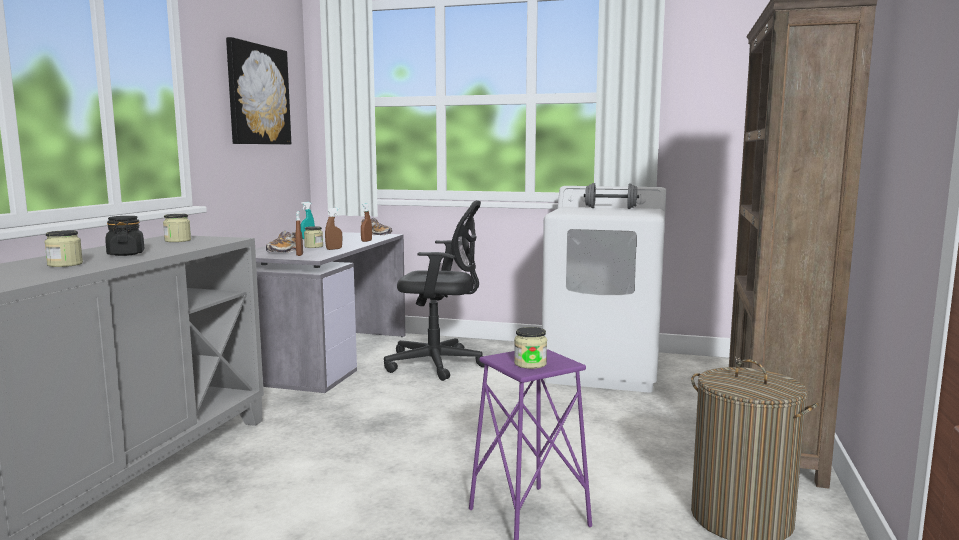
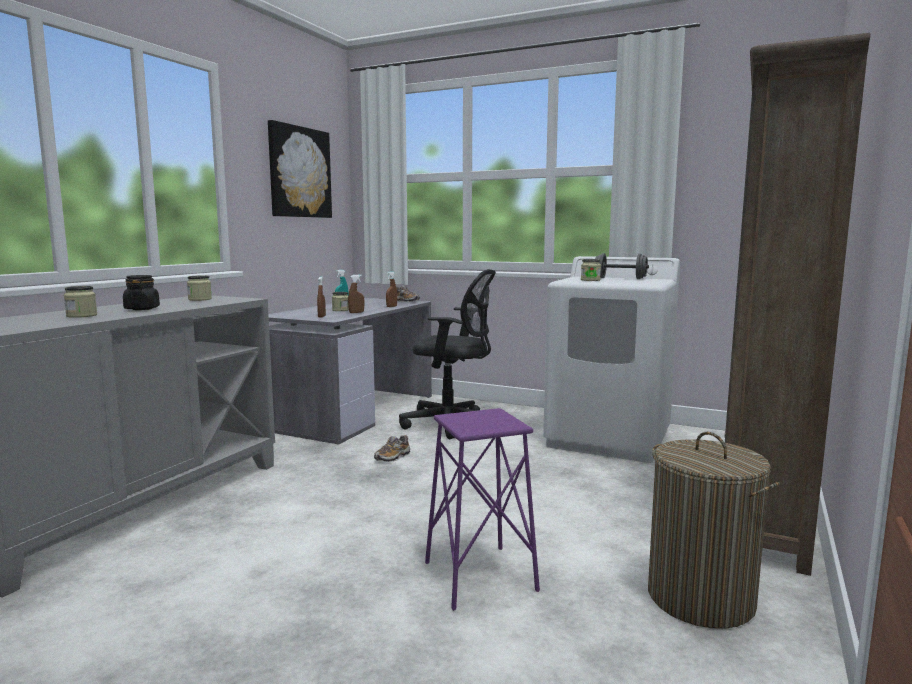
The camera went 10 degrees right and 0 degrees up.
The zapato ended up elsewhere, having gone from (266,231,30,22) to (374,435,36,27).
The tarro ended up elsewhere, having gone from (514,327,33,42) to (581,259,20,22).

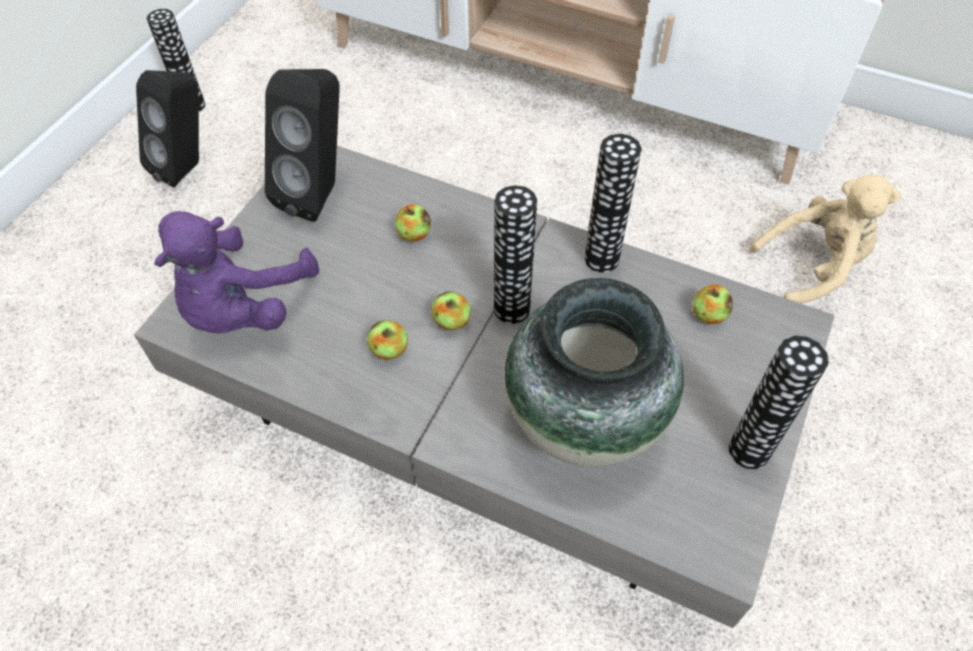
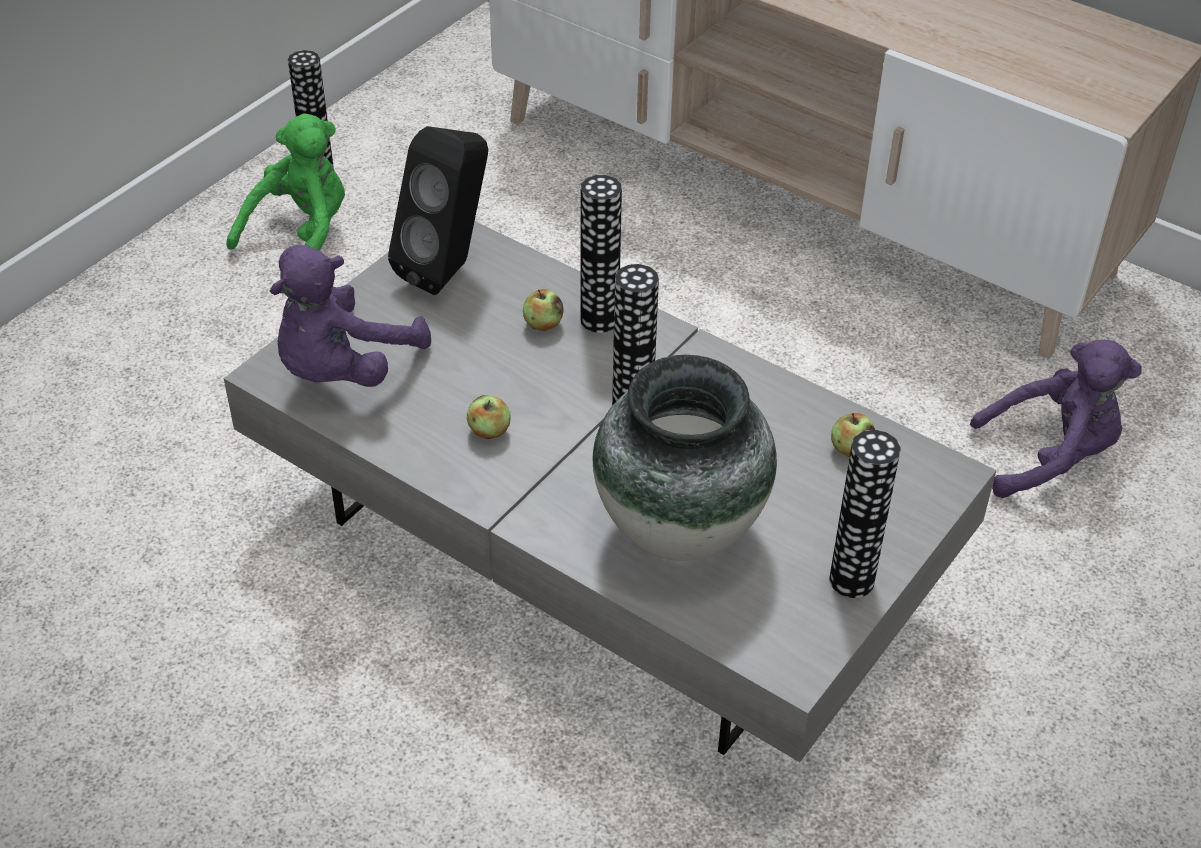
The camera went 10 degrees right and 10 degrees down.
Where the altavoz (negro) stood at (136,70,63,118), the peluche (verde) came to stand at (226,114,119,137).
The florero ended up elsewhere, having gone from (584,134,57,139) to (580,175,42,158).
What was the peluche (beis) at (749,175,151,129) turned into the peluche (morado) at (970,340,172,158).
The second view lost the manzana at (431,291,40,39).

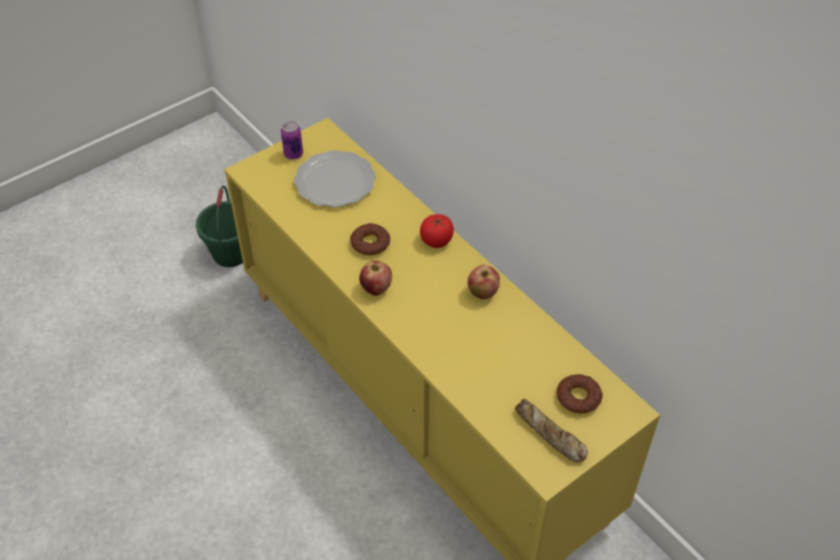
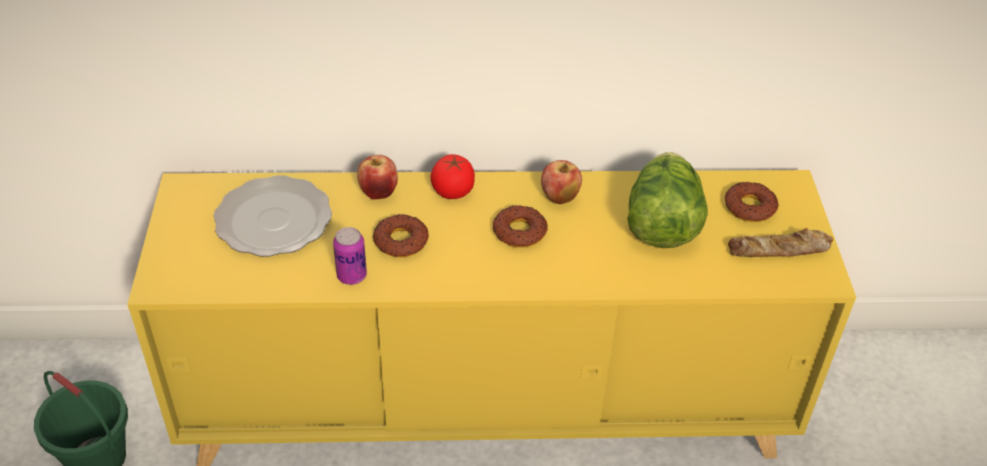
The camera went 55 degrees left and 5 degrees down.
The lata ended up elsewhere, having gone from (281,121,22,39) to (333,227,34,58).
The manzana ended up elsewhere, having gone from (359,261,33,35) to (357,155,41,45).
The second view gained the lechuga at (627,152,81,96).
The second view gained the rosquilla at (493,205,55,42).

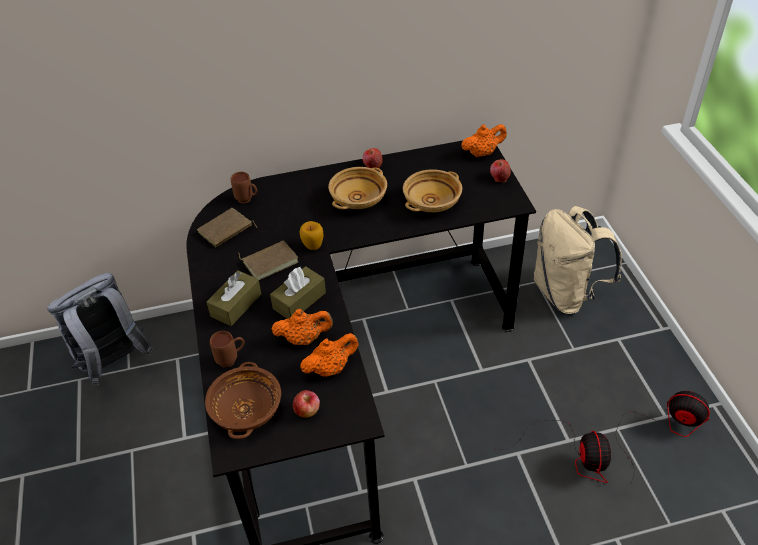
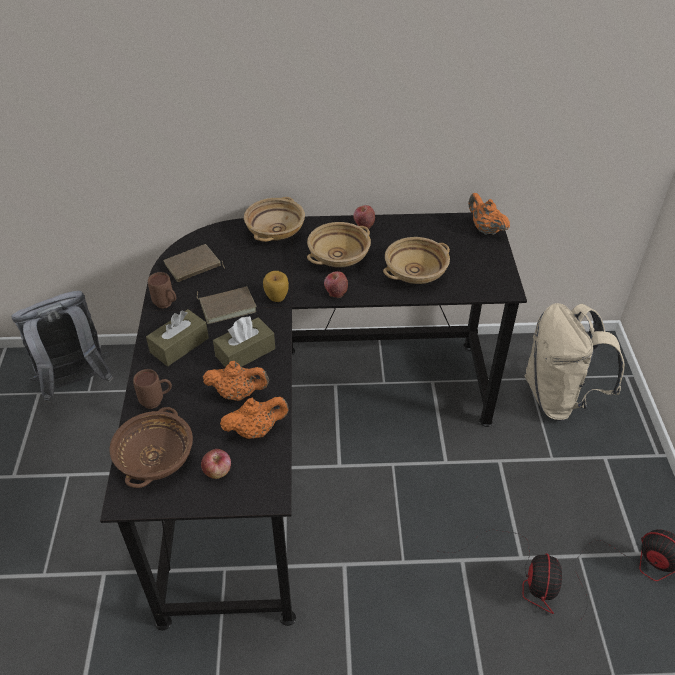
The camera went 10 degrees right and 0 degrees up.
The tetera (naranja) at (461,124,46,33) ended up facing another way, 120 degrees counterclockwise from before.
The manzana ended up elsewhere, having gone from (490,159,21,23) to (324,271,24,27).
The taza grande (marrón) ended up elsewhere, having gone from (231,172,26,32) to (148,272,28,37).
The second view gained the cuenco (beis) at (244,197,61,45).

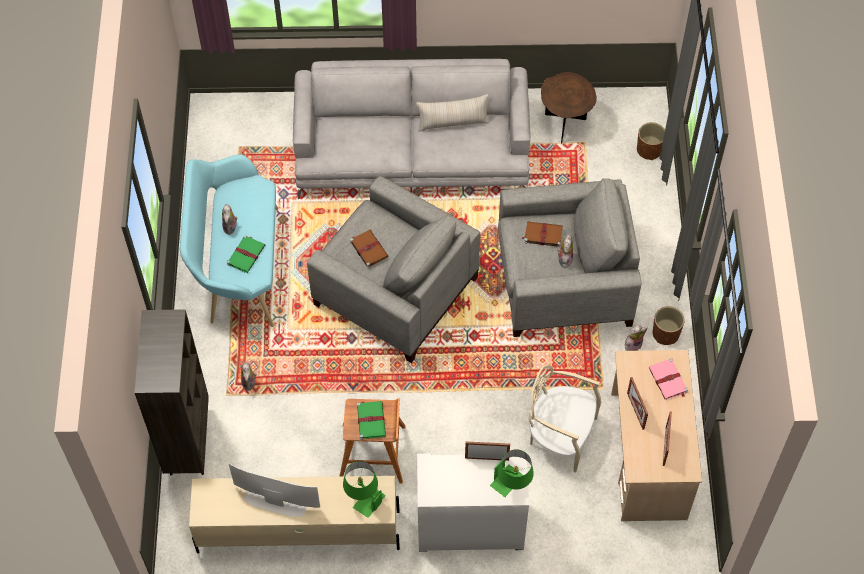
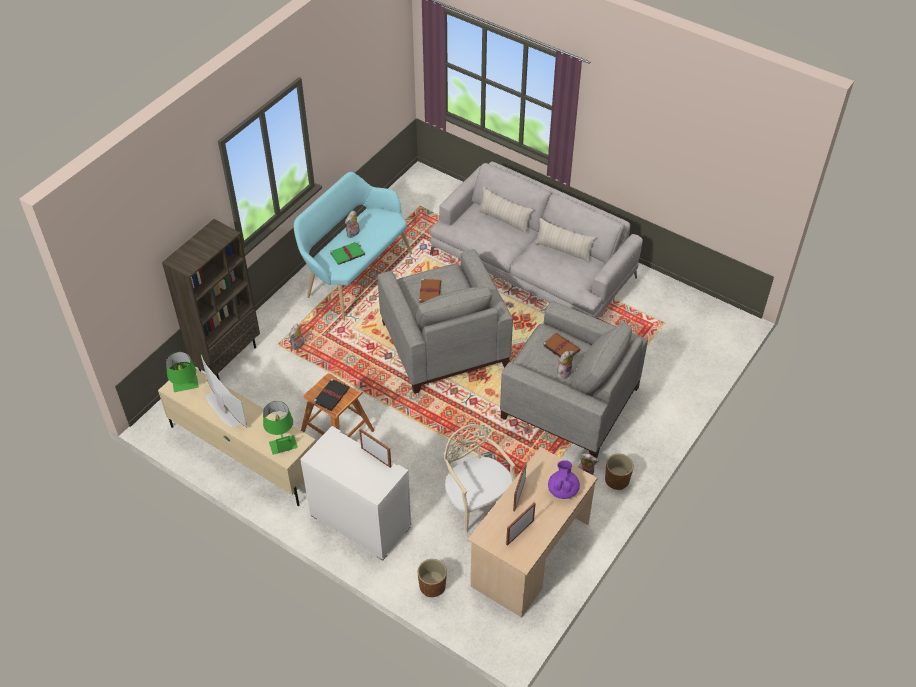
The camera went 35 degrees right and 10 degrees down.
The second view lost the mesa auxiliar (marrón) at (541,72,56,72).
The maceta (marrón) ended up elsewhere, having gone from (637,122,28,38) to (418,559,29,38).
Where the libro (rosa) stood at (649,358,39,42), the tetera (morado) came to stand at (548,460,32,39).
What was the libro (verde) at (357,401,29,39) turned into the libro (negro) at (314,379,36,32).
The lámpara de mesa (verde) ended up elsewhere, having gone from (490,449,44,48) to (166,352,33,40).
The second view gained the cojín (beis) at (477,187,56,47).

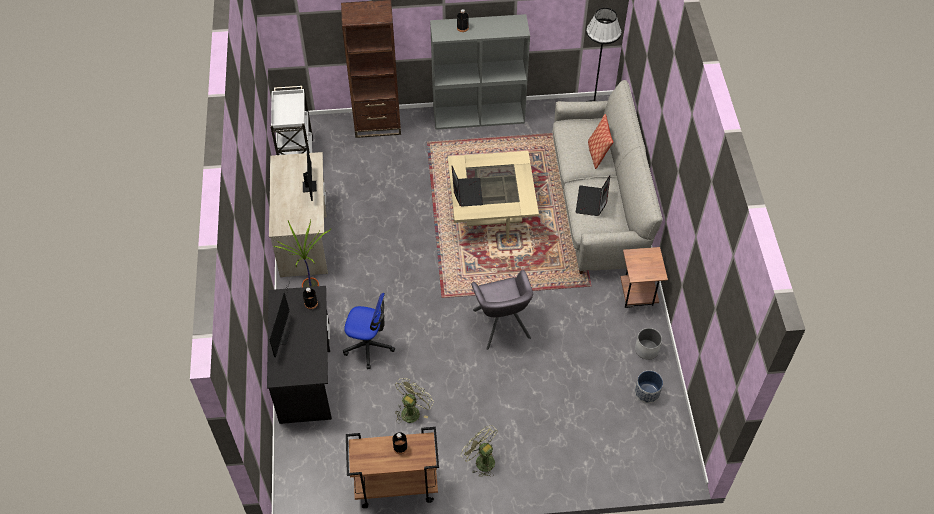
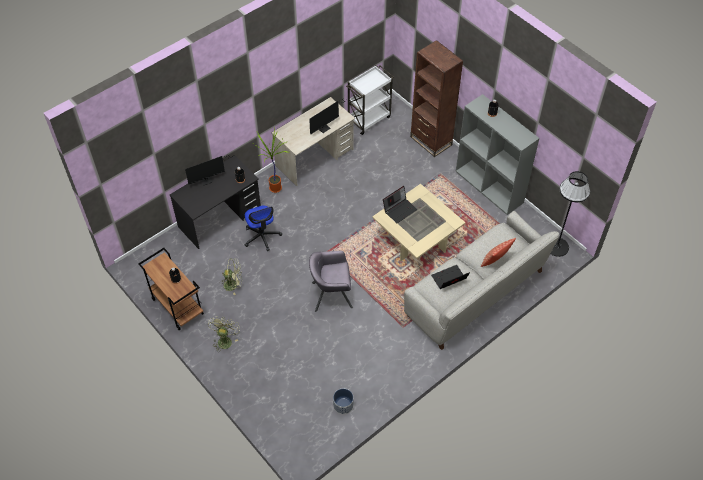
The camera went 55 degrees right and 0 degrees up.
The second view lost the mesa auxiliar (marrón) at (620,247,48,61).
The sillón (gris) at (471,270,62,80) ended up facing another way, 45 degrees clockwise from before.
The second view lost the maceta (blanco) at (635,328,27,32).

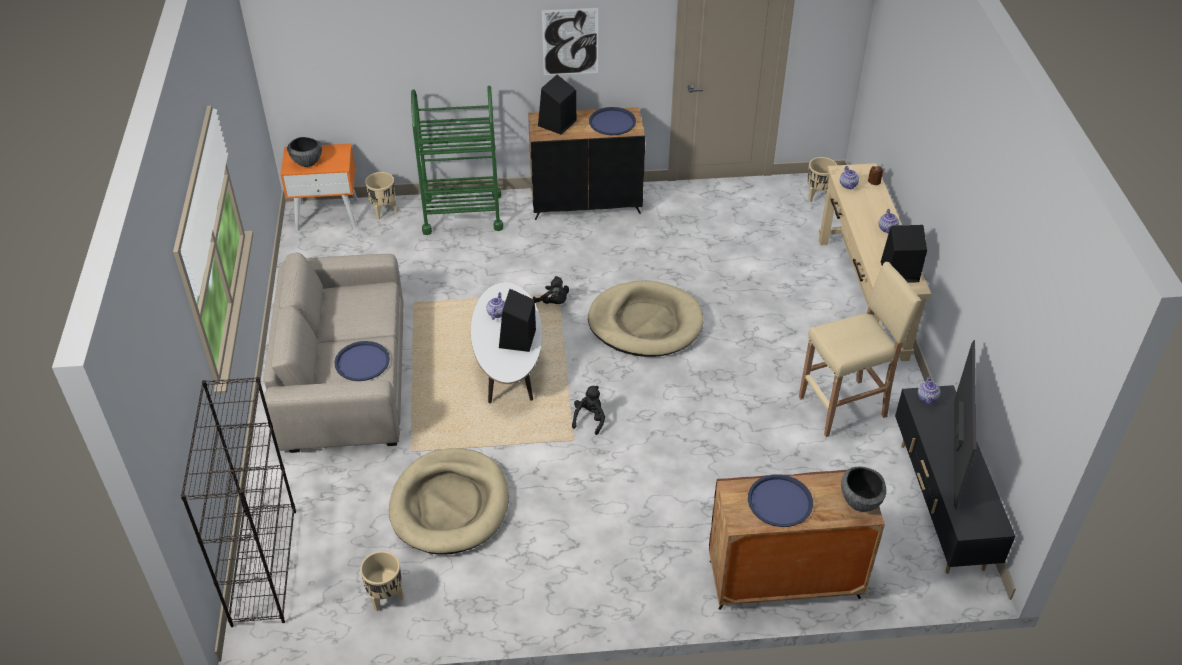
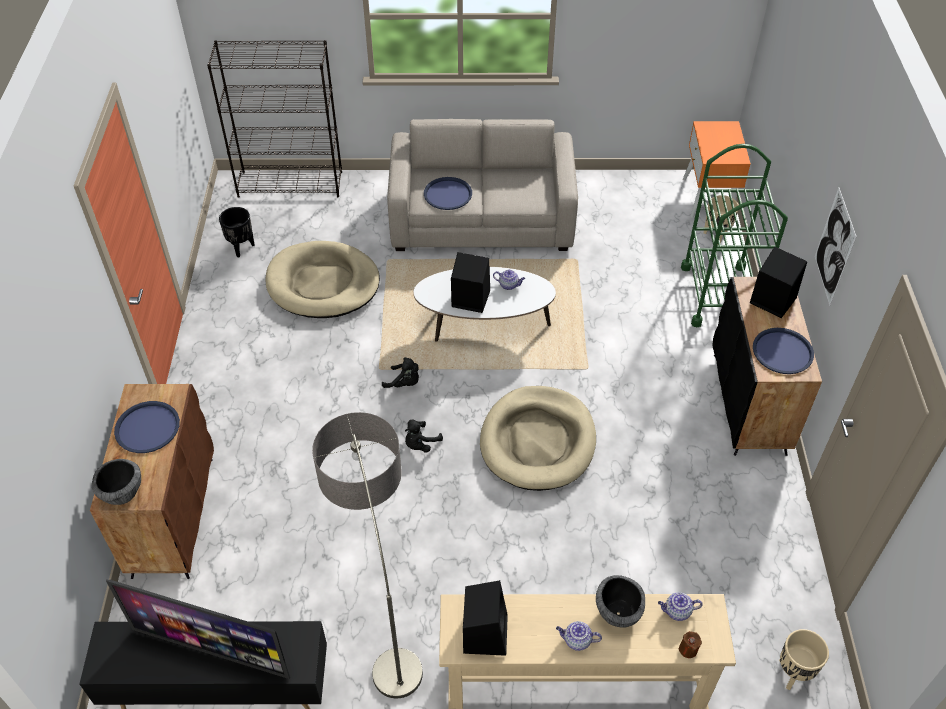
The camera went 95 degrees right and 5 degrees up.
The cuenco ended up elsewhere, having gone from (287,137,35,30) to (596,575,49,53).
Where the taburete (beis) stood at (798,262,124,175), the lámpara de pie came to stand at (312,412,111,286).
The peluche (negro) ended up elsewhere, having gone from (533,276,36,28) to (405,419,38,34).
The second view lost the tetera at (918,376,22,29).
What was the maceta (beis) at (360,551,43,60) turned into the maceta (negro) at (219,207,36,50).

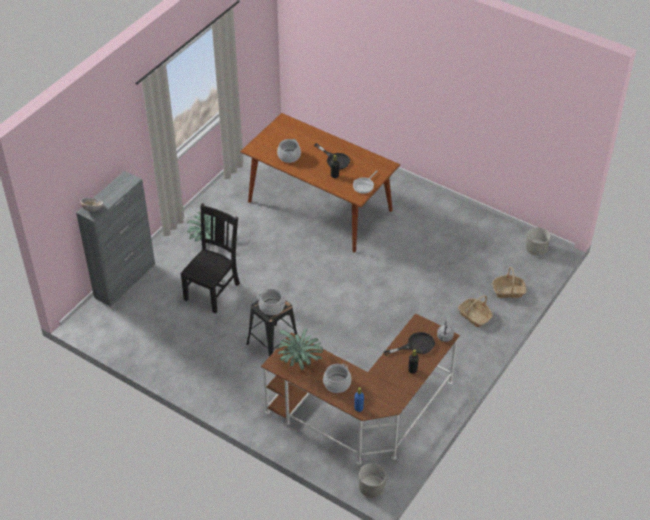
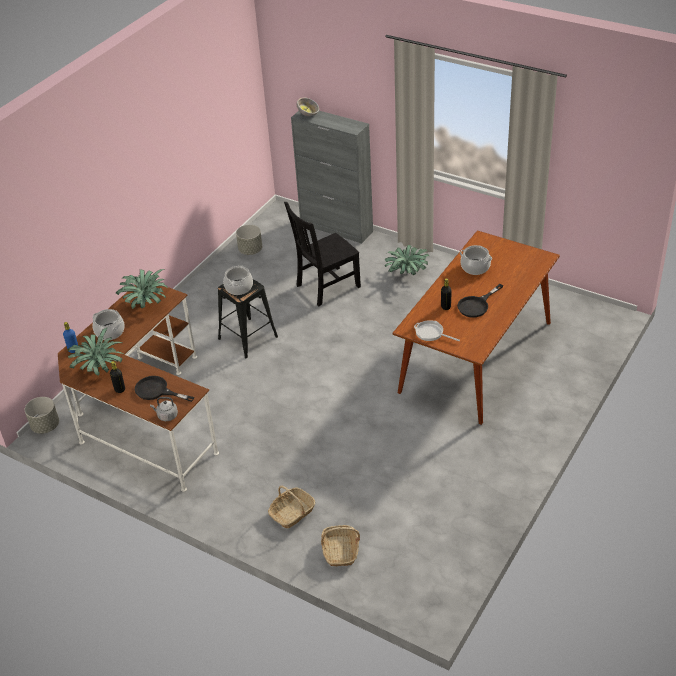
The camera went 90 degrees right and 5 degrees down.
The silla (negro) at (180,203,60,111) ended up facing another way, 120 degrees clockwise from before.
The maceta (gris) ended up elsewhere, having gone from (525,227,25,29) to (236,225,26,30).
The sartén (negro) at (384,332,51,23) ended up facing another way, 135 degrees clockwise from before.
The second view gained the planta en maceta at (68,328,57,48).

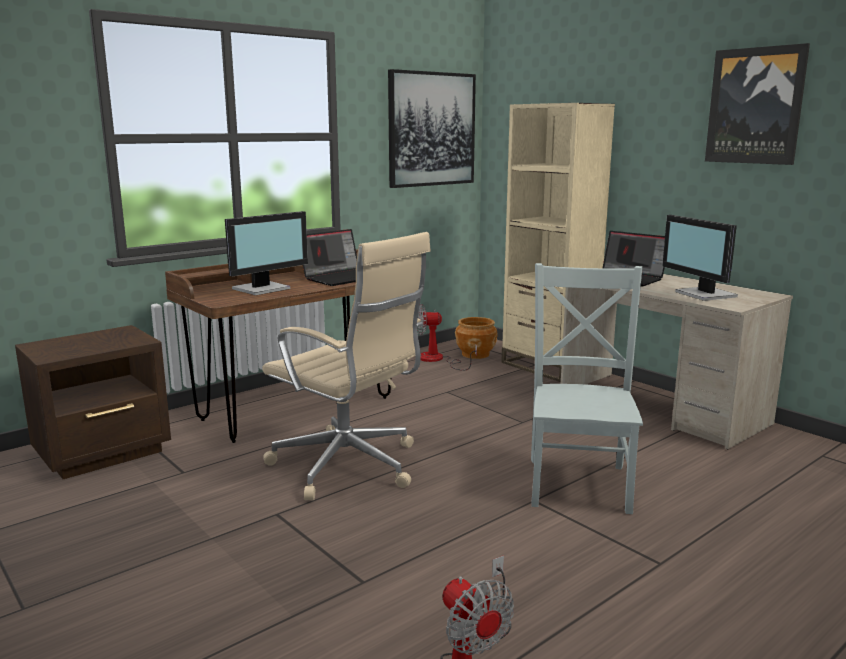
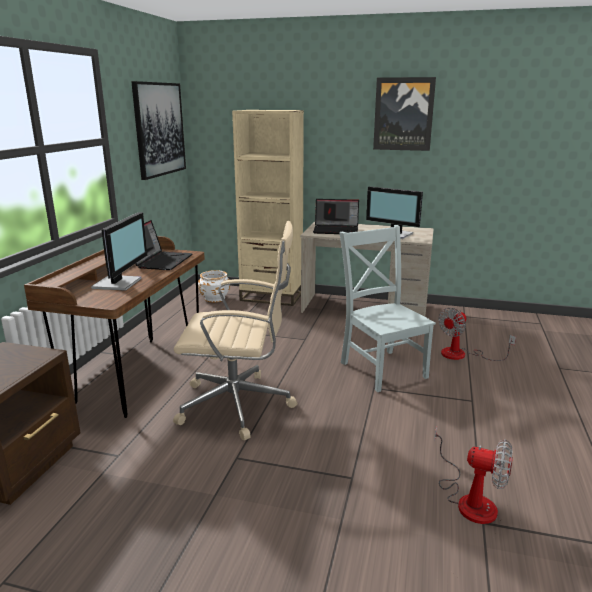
The camera went 35 degrees left and 5 degrees up.
The ventilador ended up elsewhere, having gone from (417,304,60,67) to (438,308,78,53).
What was the maceta (marrón) at (455,317,43,42) turned into the maceta (blanco) at (198,270,32,32).

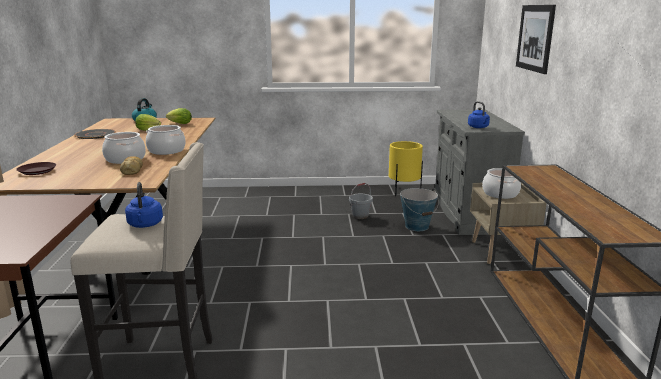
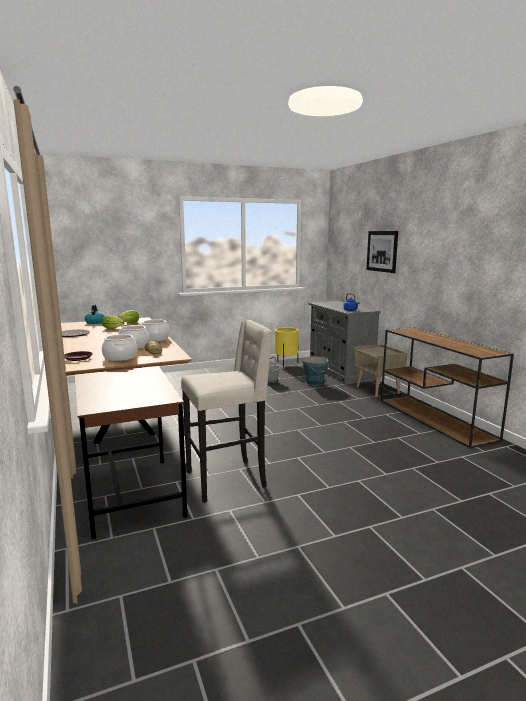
The camera went 20 degrees left and 5 degrees down.
The olla ended up elsewhere, having gone from (482,168,39,31) to (102,334,35,27).
The second view lost the hervidor (azul) at (125,182,38,46).

